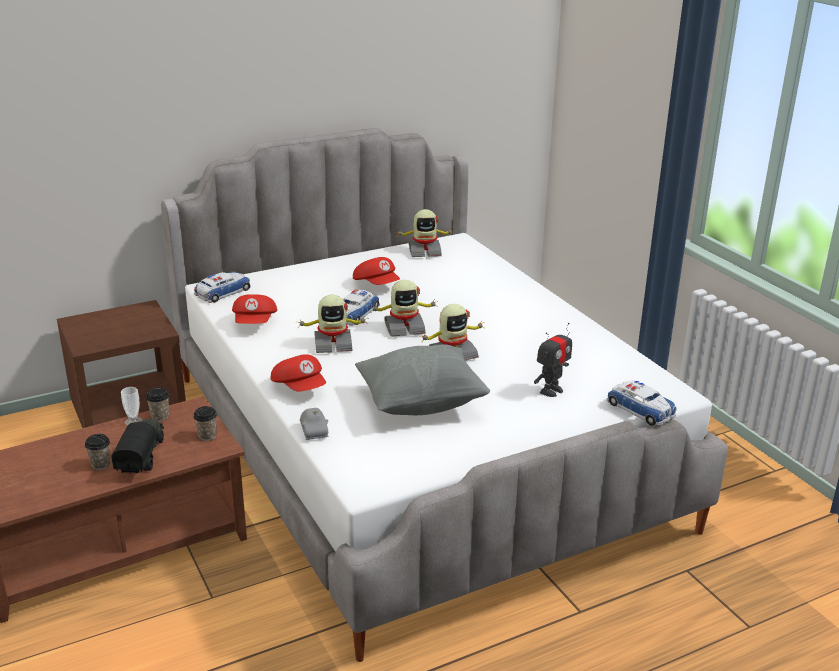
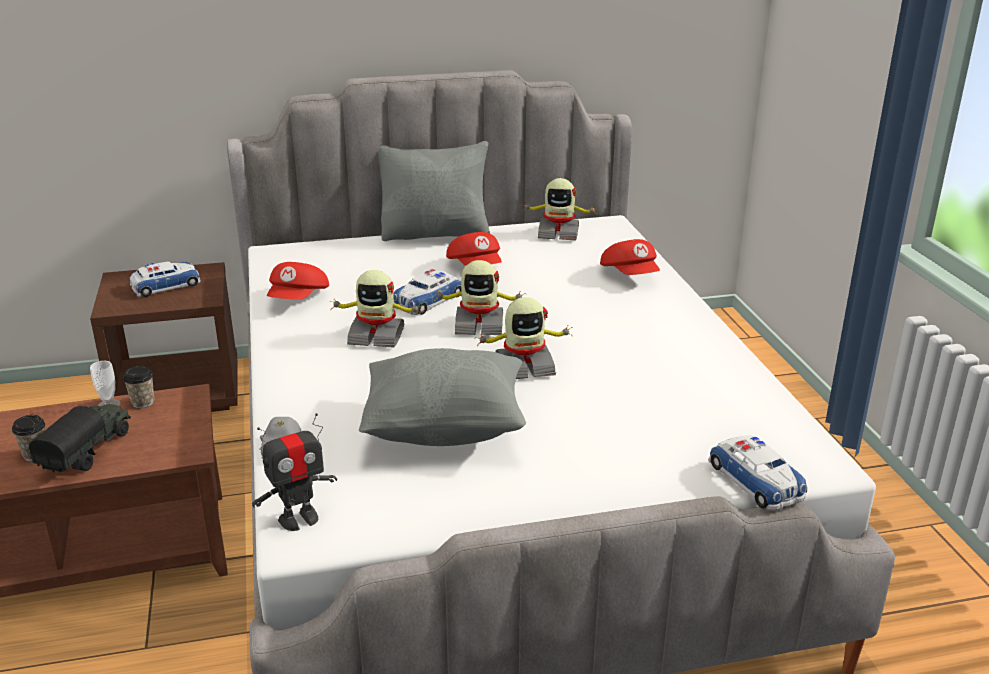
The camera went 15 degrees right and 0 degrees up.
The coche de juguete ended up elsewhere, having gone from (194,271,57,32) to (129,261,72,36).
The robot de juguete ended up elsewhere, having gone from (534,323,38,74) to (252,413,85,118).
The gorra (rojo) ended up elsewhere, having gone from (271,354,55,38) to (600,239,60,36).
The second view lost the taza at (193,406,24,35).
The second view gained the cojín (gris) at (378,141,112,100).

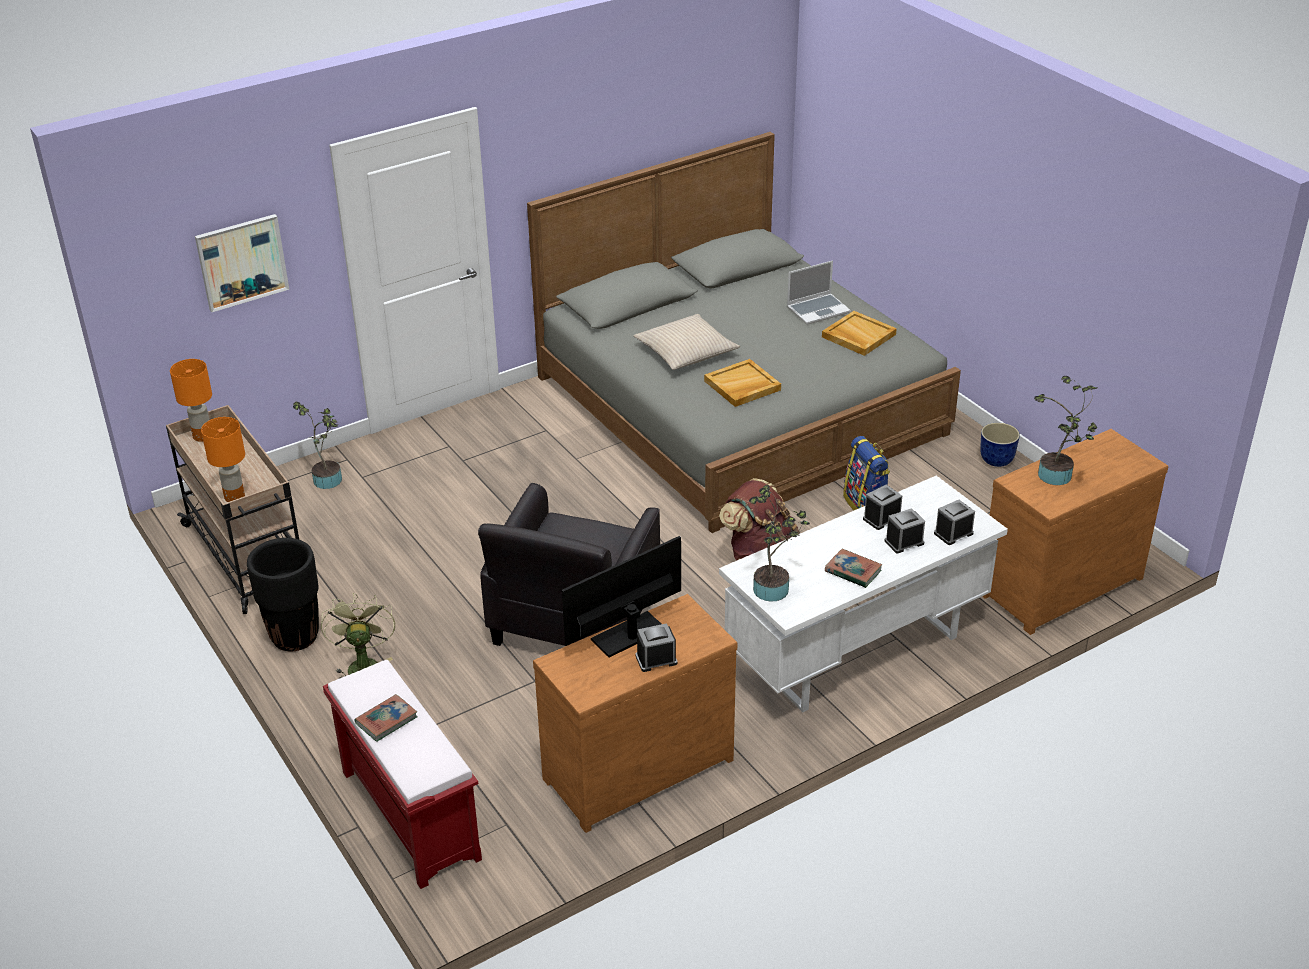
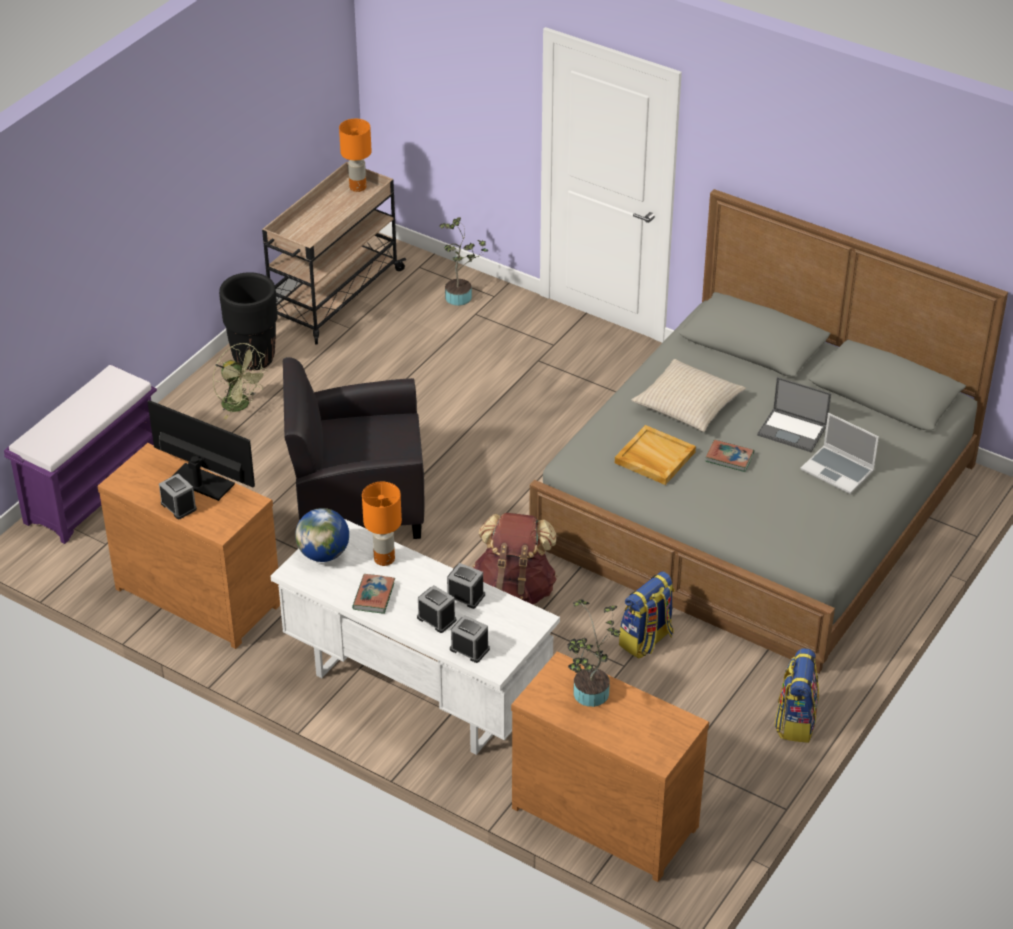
The camera went 65 degrees right and 5 degrees up.
The second view lost the cuadro at (195,214,94,98).
The second view lost the bandeja (beis) at (822,311,75,45).
The lámpara de mesa (naranja) ended up elsewhere, having gone from (201,417,44,85) to (362,482,40,84).
Where the maceta stood at (980,423,40,44), the mochila came to stand at (774,648,45,95).
Where the planta en maceta stood at (749,485,61,117), the globo terráqueo came to stand at (295,508,54,54).
The ventilador (verde) at (321,593,74,85) ended up facing another way, 75 degrees clockwise from before.
What was the banco (rojo) at (323,660,159,229) turned into the banco (morado) at (4,364,153,180).
The libro ended up elsewhere, having gone from (355,694,63,48) to (706,440,48,32).
The second view gained the portátil at (757,377,74,75).

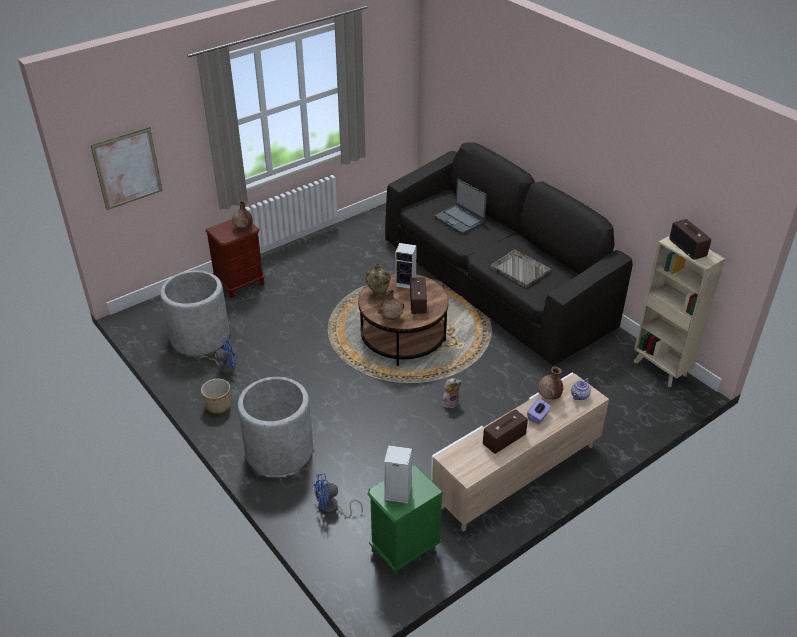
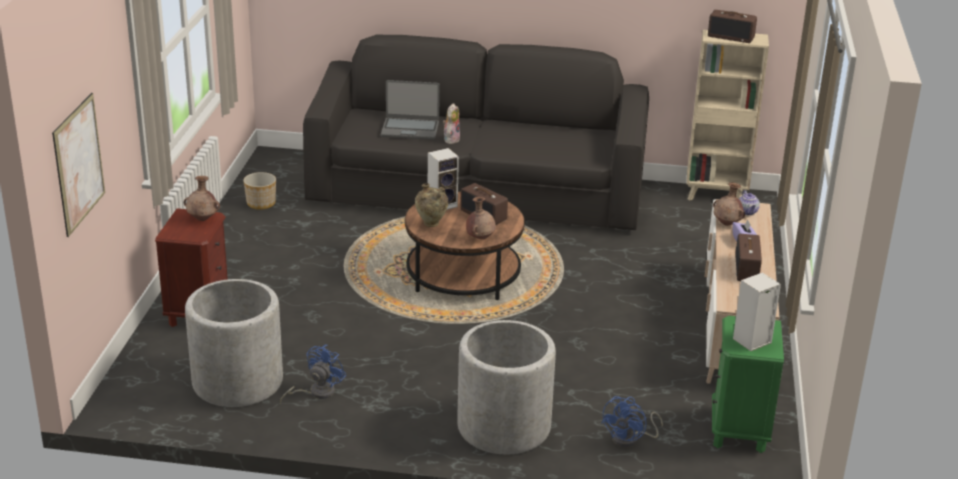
The camera went 45 degrees left and 10 degrees down.
The second view lost the bandeja (gris) at (490,249,61,39).
The peluche ended up elsewhere, having gone from (442,378,20,30) to (443,103,17,41).
The maceta ended up elsewhere, having gone from (201,379,30,35) to (243,172,33,38).

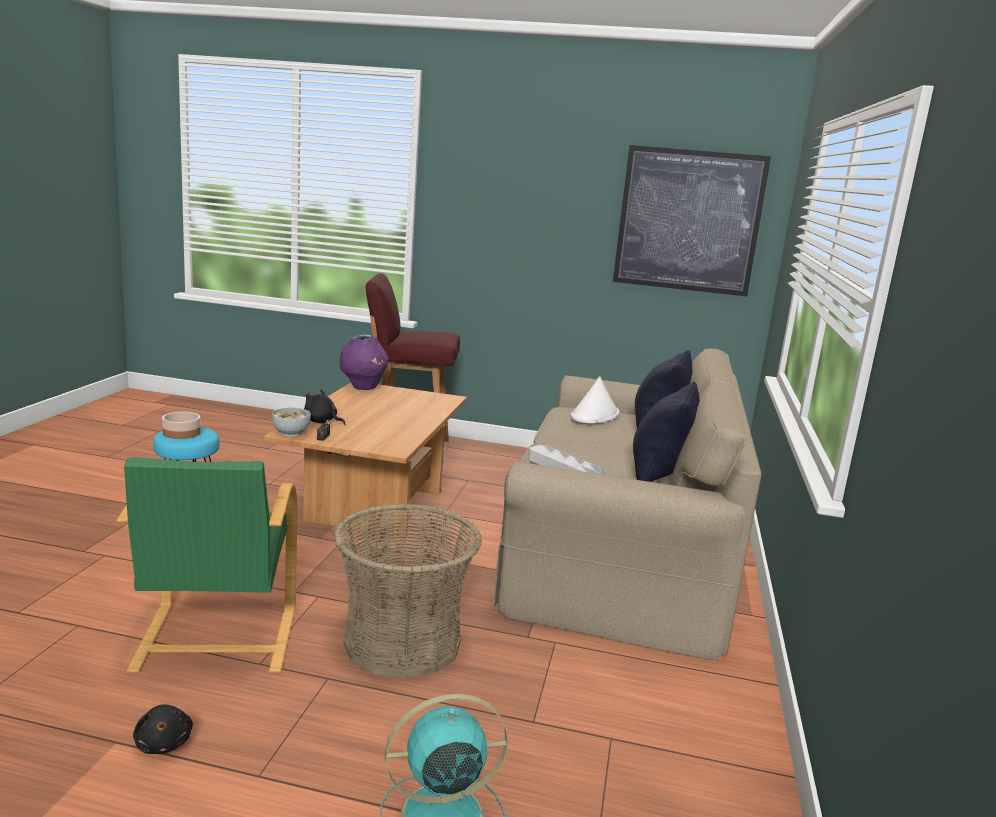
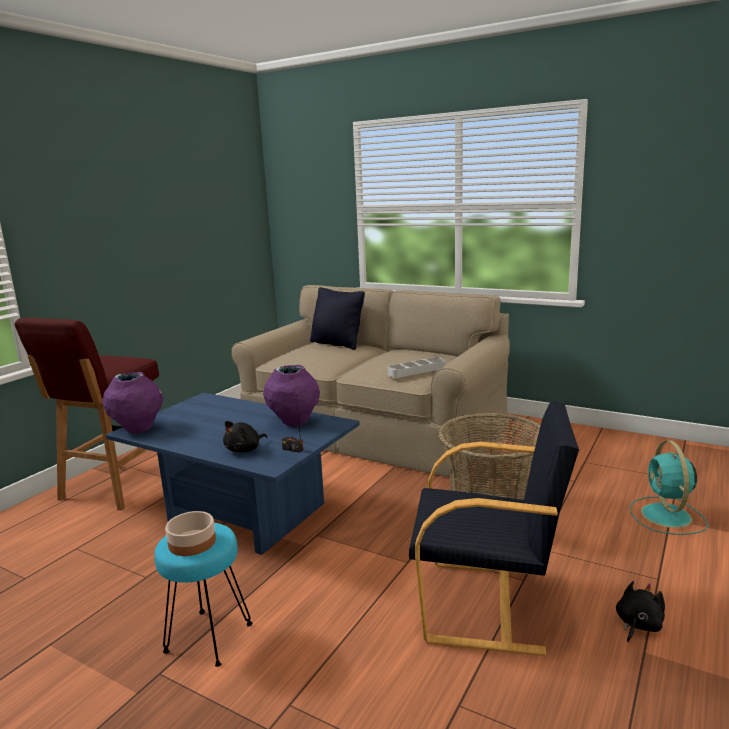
The camera went 70 degrees left and 0 degrees up.
The second view lost the cuadro at (613,145,158,152).
The second view lost the sombrero (blanco) at (570,377,50,46).
What was the mesa de centro (marrón) at (263,382,204,157) turned into the mesa de centro (azul) at (106,393,254,162).
The second view lost the cojín (negro) at (633,382,67,100).
The second view lost the cuenco at (272,408,39,28).
What was the sillón (verde) at (116,457,181,216) turned into the sillón (negro) at (409,401,170,255).
The peluche (negro) at (133,704,60,50) ended up facing another way, 45 degrees counterclockwise from before.
The second view gained the florero (morado) at (263,365,57,61).

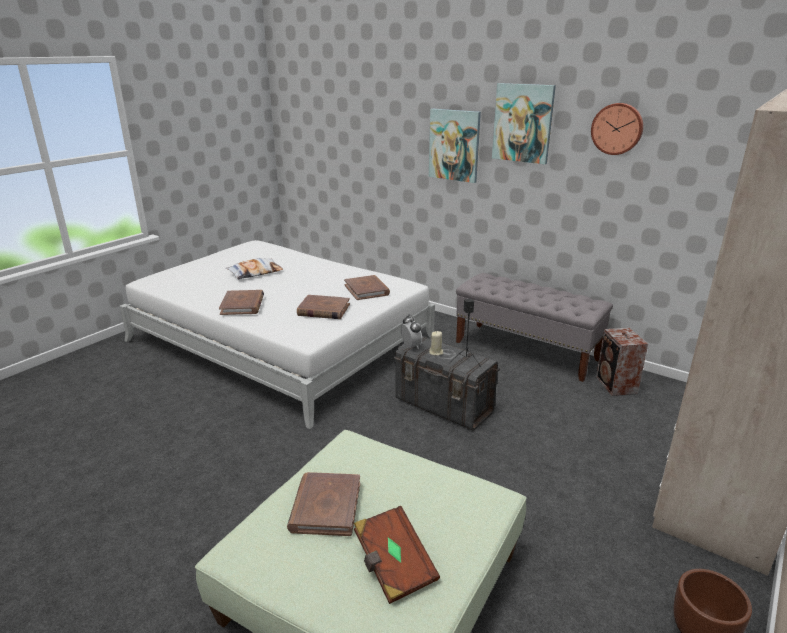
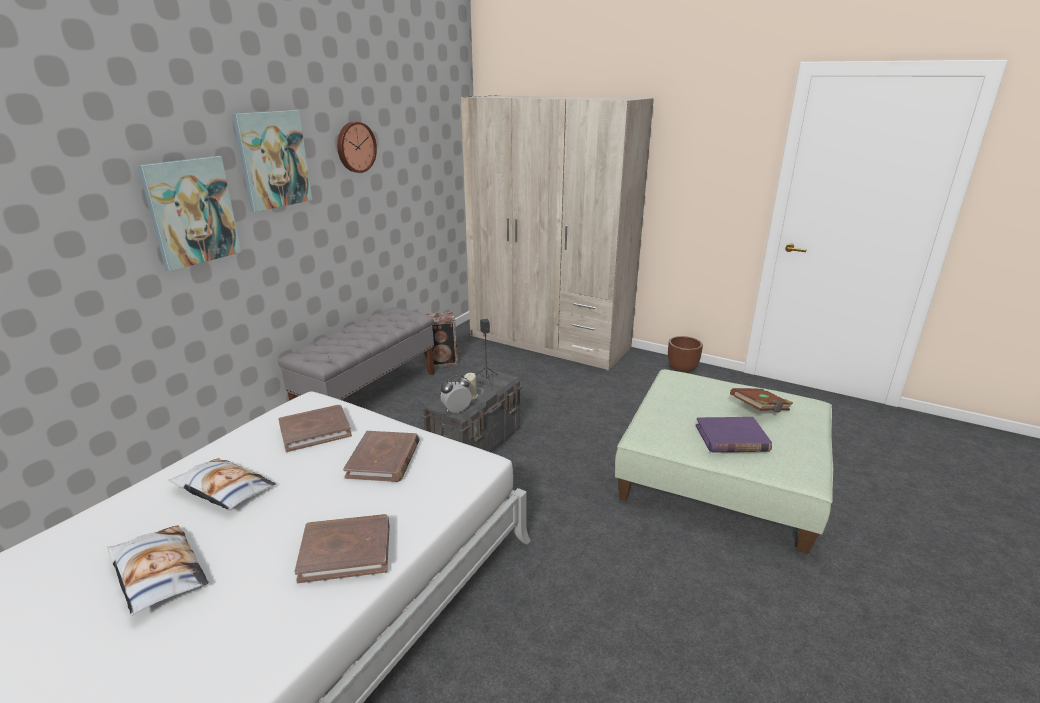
The camera went 95 degrees left and 0 degrees up.
What was the libro (marrón) at (287,472,73,64) turned into the libro (morado) at (696,417,76,36).
The second view gained the cojín at (168,458,108,52).

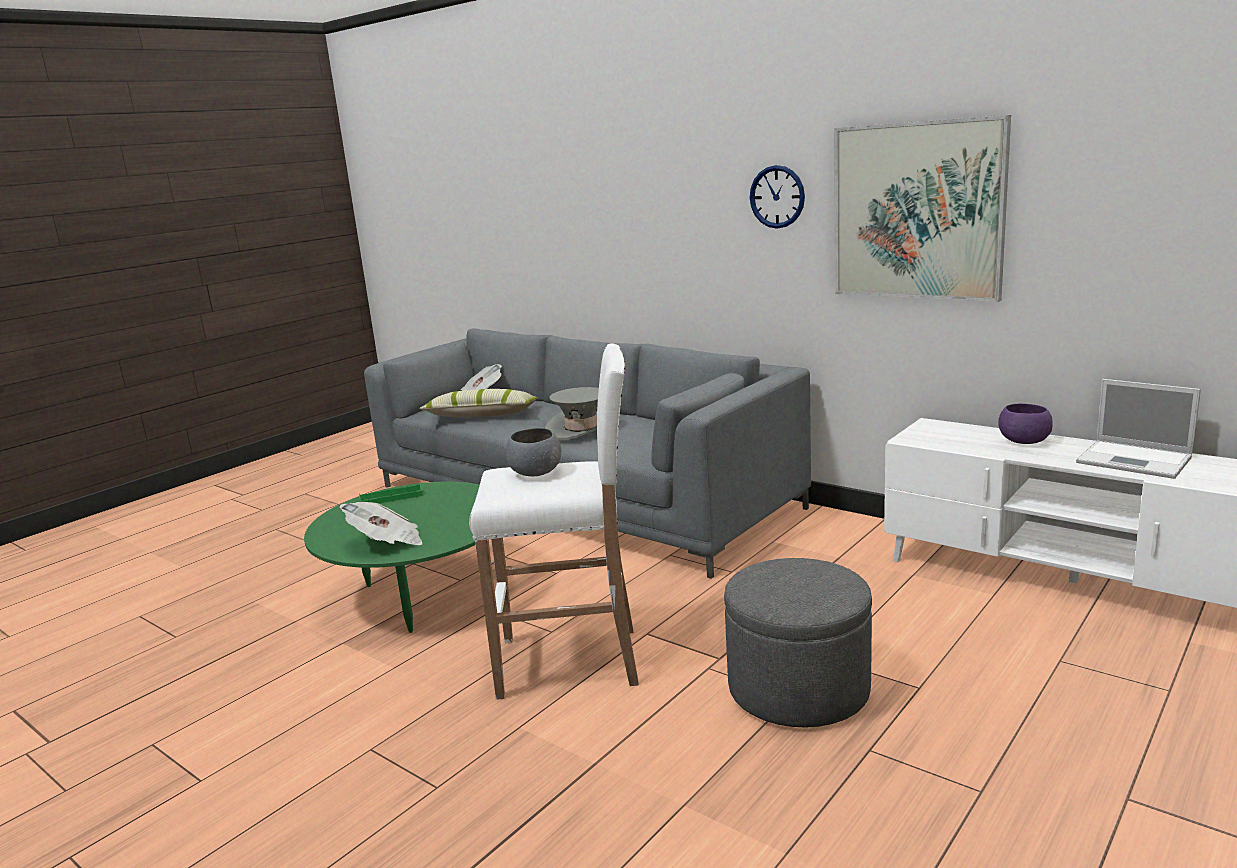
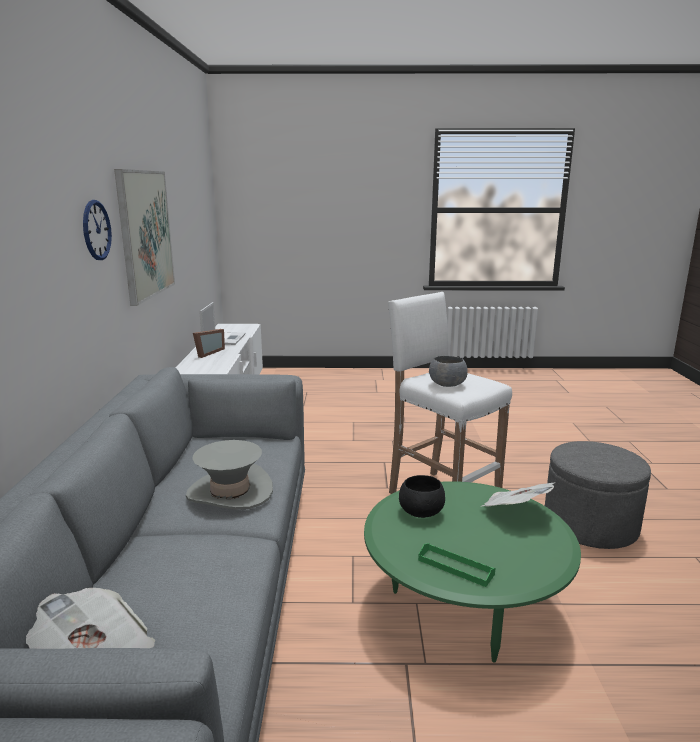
The camera went 130 degrees left and 0 degrees up.
The second view lost the cojín at (419,389,119,28).
Where the cuenco (morado) stood at (998,403,55,41), the portarretratos came to stand at (193,329,32,29).
The puf (gris) ended up elsewhere, having gone from (724,558,148,169) to (545,441,106,108).
The second view gained the cuenco (negro) at (399,475,46,43).

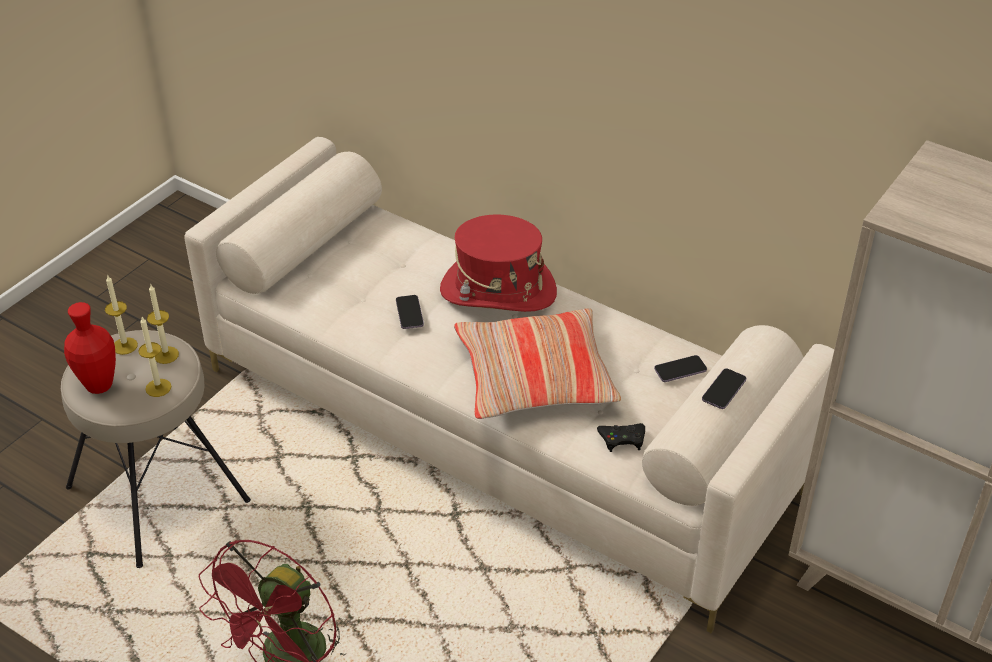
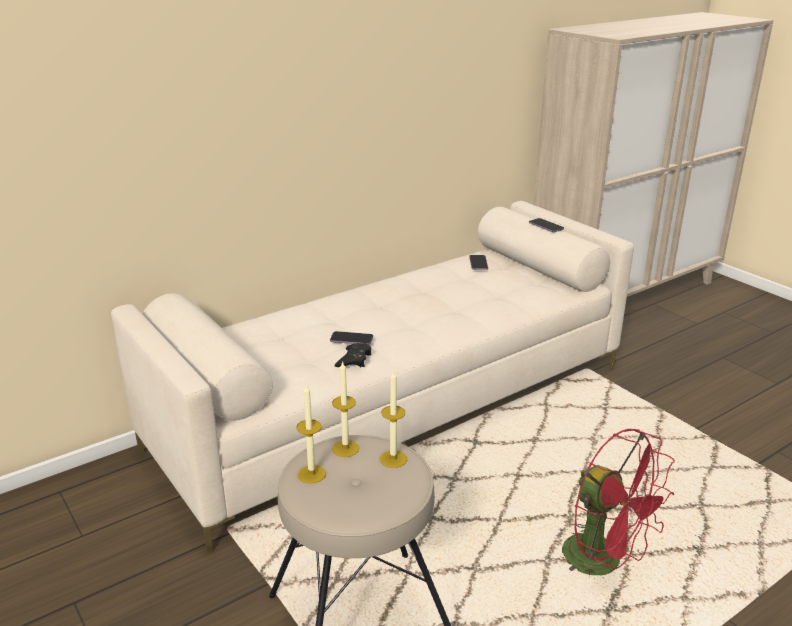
The camera went 70 degrees left and 15 degrees down.
The second view lost the sombrero (rojo) at (440,214,117,98).
The second view lost the florero (rojo) at (64,302,52,92).
The second view lost the cojín at (454,308,167,111).
The mando de consola (negro) ended up elsewhere, having gone from (597,423,48,29) to (335,343,37,24).

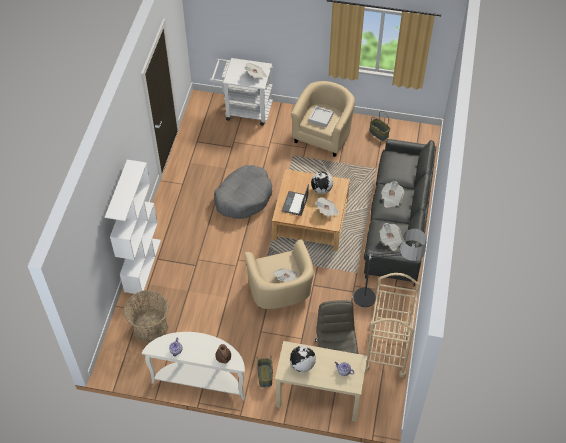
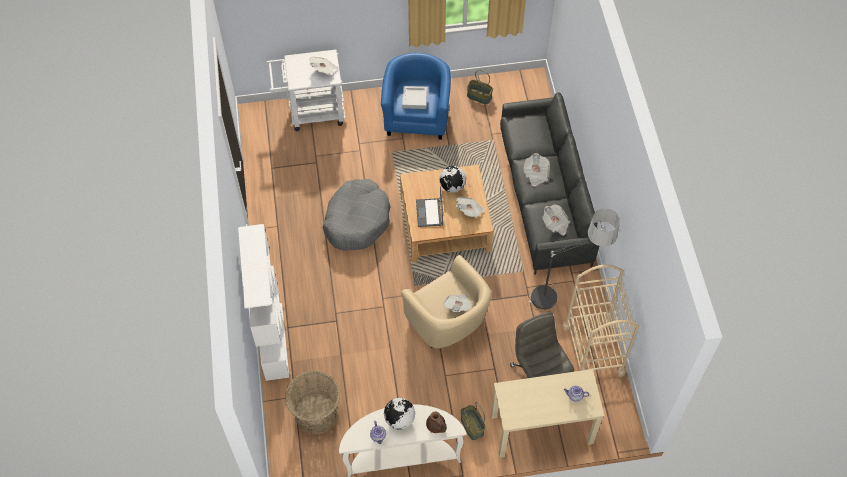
The camera went 20 degrees left and 5 degrees up.
What was the sillón (beis) at (291,81,64,76) turned into the sillón (azul) at (381,53,70,87).
The globo terráqueo ended up elsewhere, having gone from (290,346,26,26) to (384,398,31,32).

